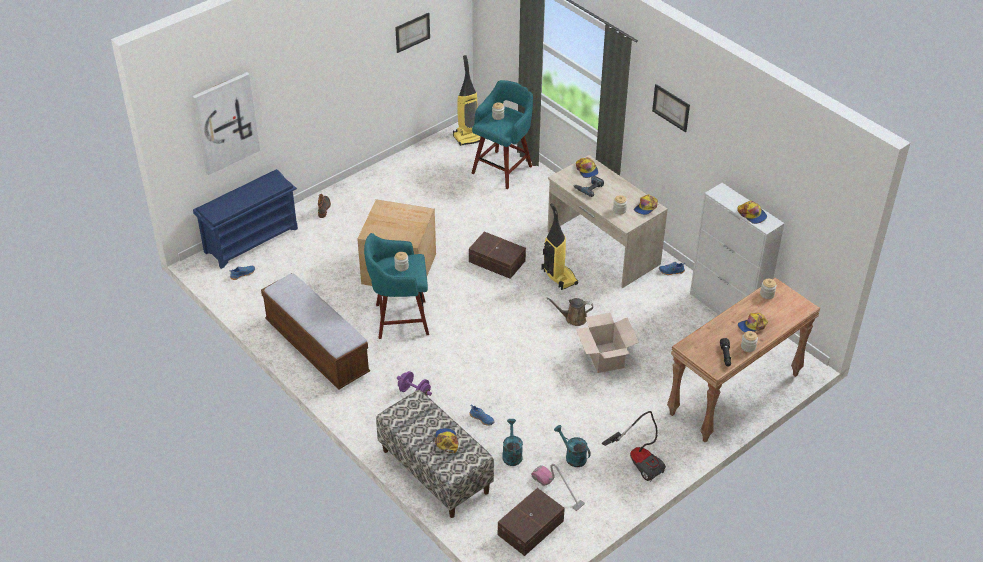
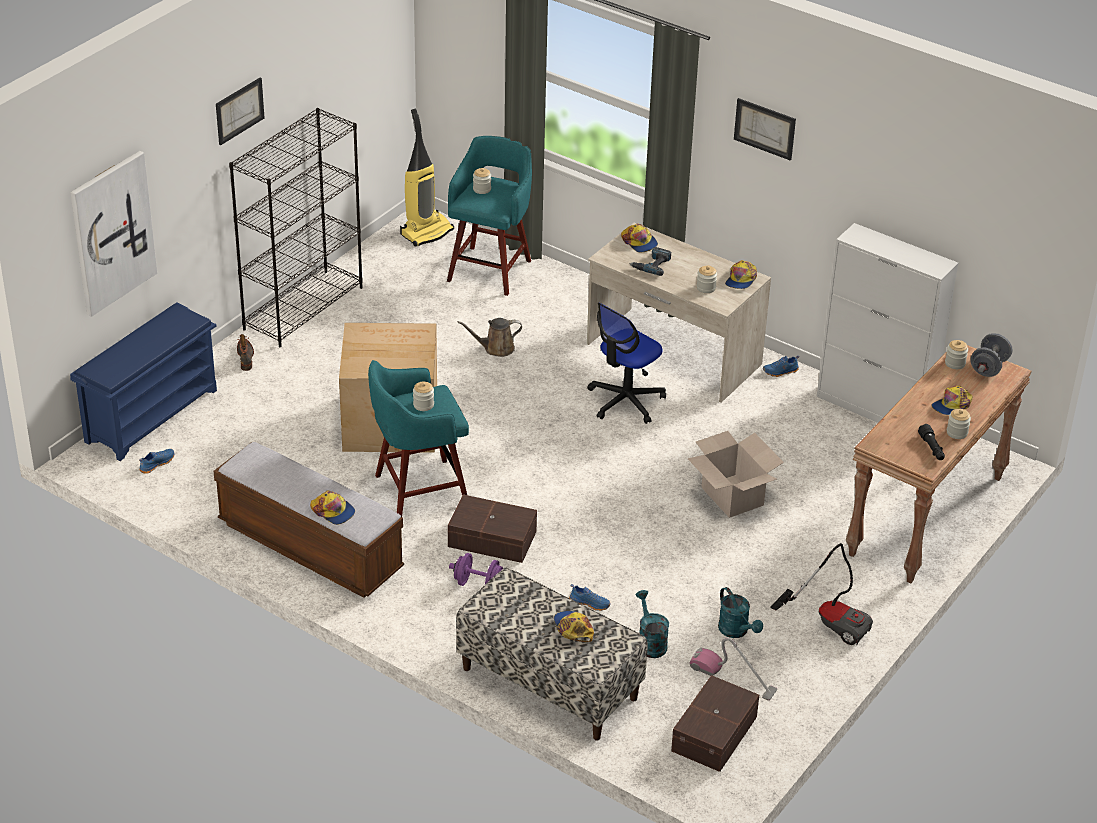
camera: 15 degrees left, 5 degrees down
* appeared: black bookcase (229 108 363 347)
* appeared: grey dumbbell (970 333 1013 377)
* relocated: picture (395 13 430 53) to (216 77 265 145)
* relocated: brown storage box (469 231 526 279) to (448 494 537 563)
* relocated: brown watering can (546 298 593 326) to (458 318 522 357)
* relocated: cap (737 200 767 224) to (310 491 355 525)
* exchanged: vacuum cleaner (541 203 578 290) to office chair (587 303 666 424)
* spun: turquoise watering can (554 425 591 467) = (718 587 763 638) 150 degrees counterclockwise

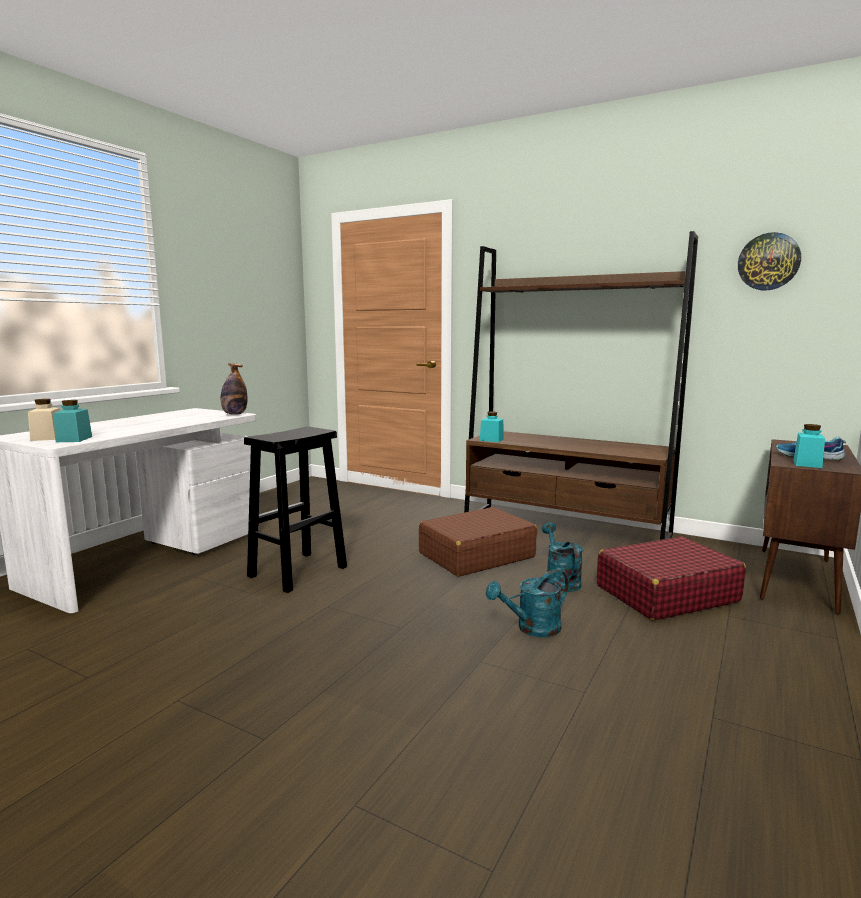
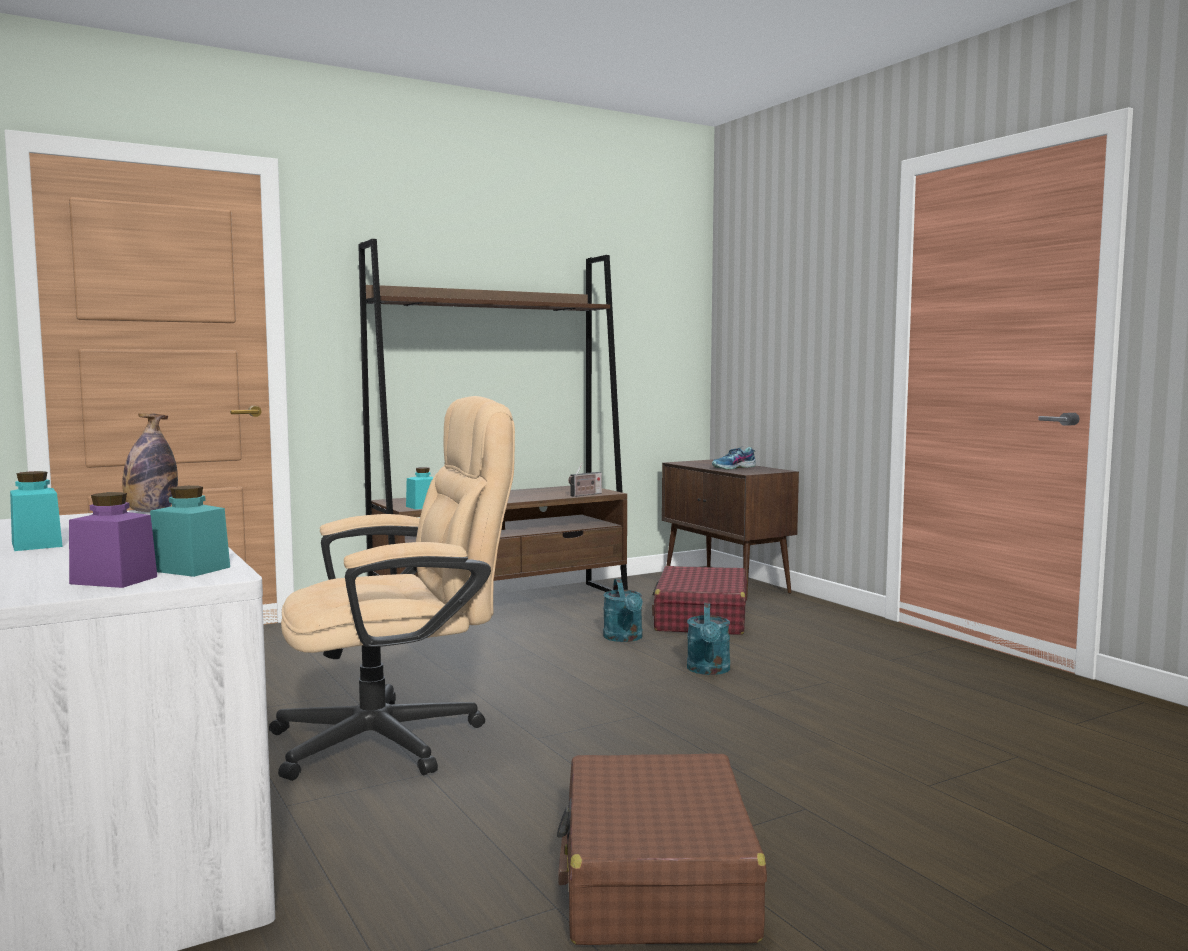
camera: 60 degrees left, 5 degrees down
* missing: wall clock (738 232 801 290)
* appeared: radio (568 462 602 497)
* relocated: brown suitcase (419 507 537 577) to (557 753 767 945)
* relocated: turquoise jar (793 424 825 468) to (10 471 63 551)
* exchanged: black stool (244 426 347 593) to beige office chair (269 396 515 781)
* colour: beige jar (28 399 60 441) to purple jar (69 492 157 588)
* spun: turquoise watering can (542 523 583 592) = (603 579 643 642) 120 degrees counterclockwise

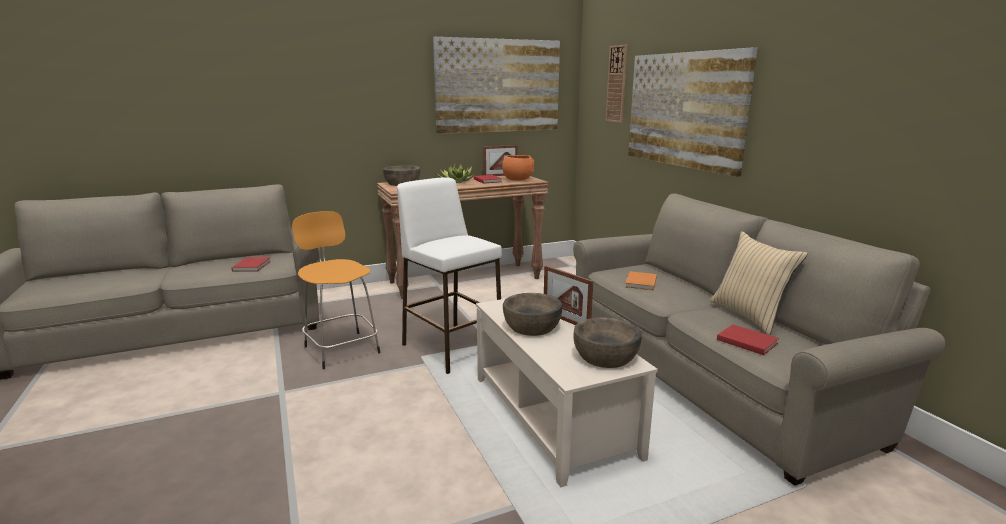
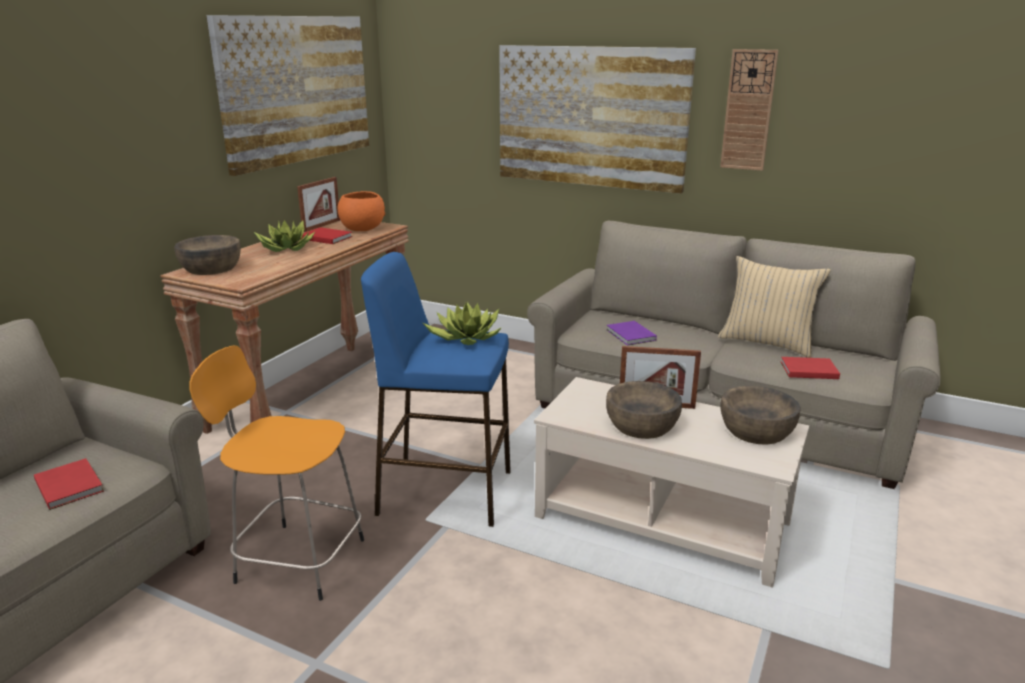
camera: 40 degrees left, 5 degrees up
* appeared: potted plant (423 302 502 345)
* relocated: wall clock (606 45 628 123) to (720 49 779 171)
* colour: white stool (397 177 502 374) to blue stool (361 252 511 527)
* colour: orange book (625 271 657 290) to purple book (606 321 657 345)

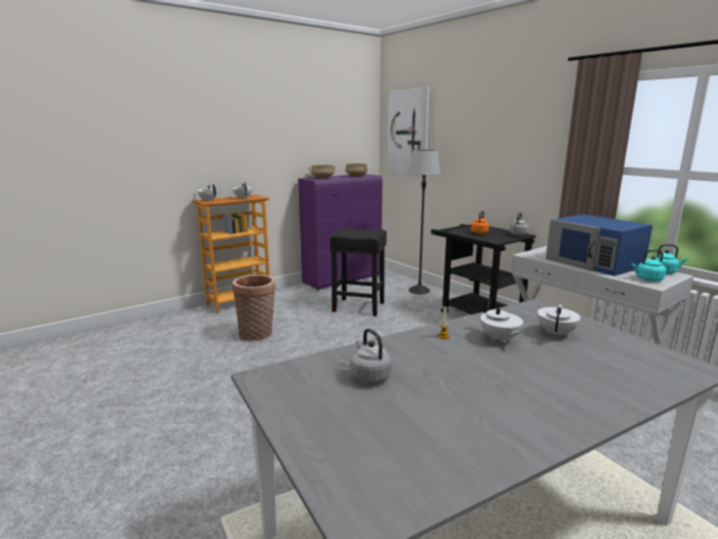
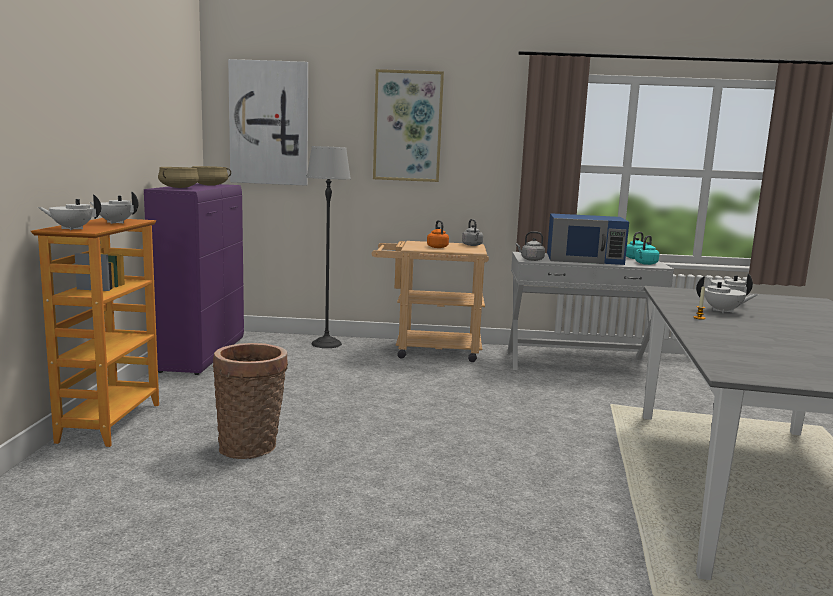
camera: 50 degrees left, 5 degrees down
* missing: black stool (330 228 387 316)
* appeared: picture (373 69 444 182)
* relocated: grey kettle (351 328 392 384) to (516 232 545 261)
* colour: black cart (431 224 536 314) to beige cart (372 241 489 362)

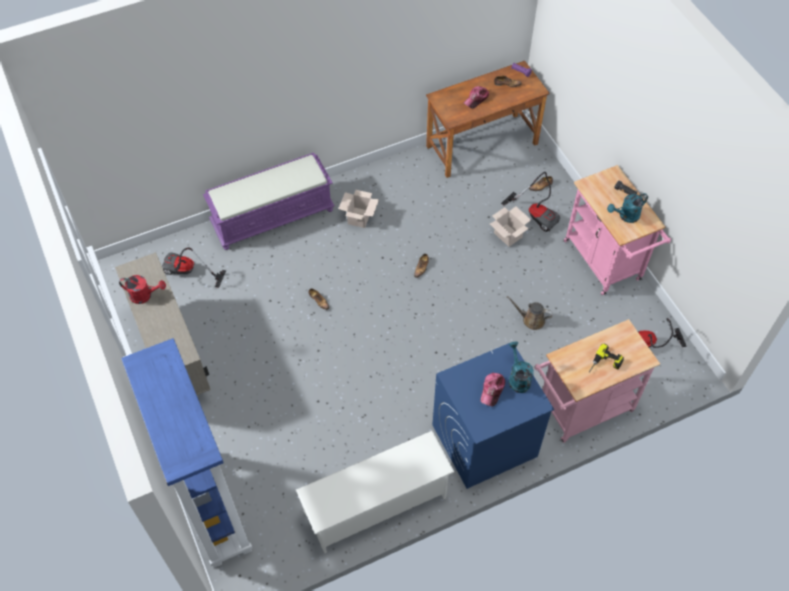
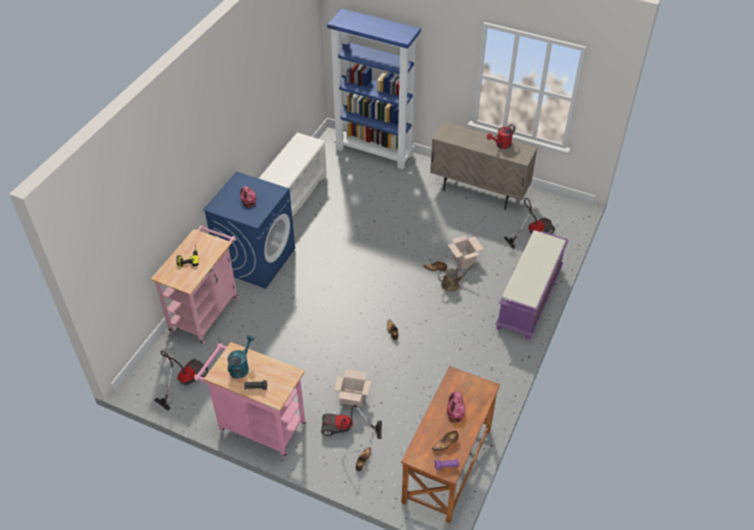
camera: 140 degrees right, 10 degrees down
* missing: turquoise watering can (509 341 534 393)
* relocated: cardboard box (339 190 379 228) to (448 235 484 268)
* relocated: brown watering can (507 296 553 330) to (438 263 476 292)

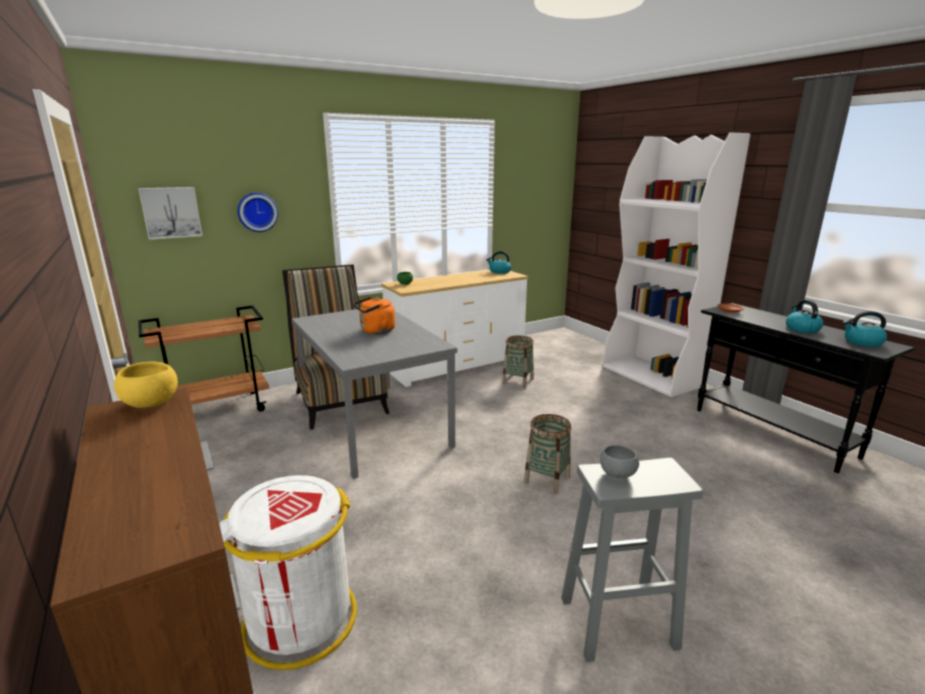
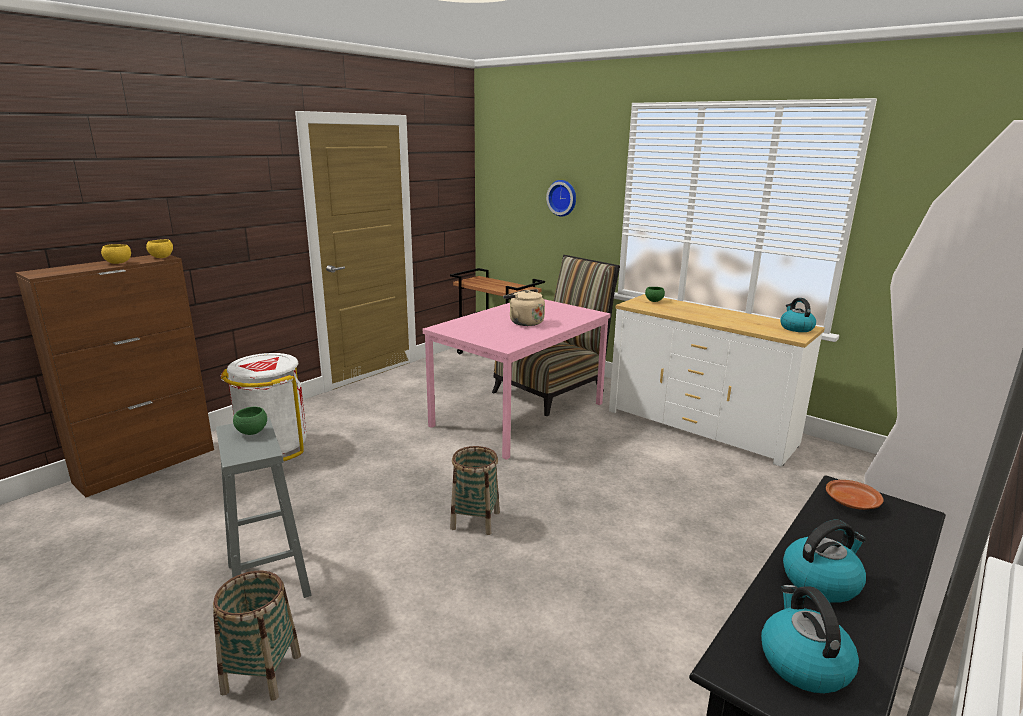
camera: 70 degrees right, 0 degrees up
* missing: picture (138 187 202 240)
* appeared: yellow bowl (101 244 131 264)
* relocated: basket (502 336 534 388) to (213 571 301 701)
* colour: grey dining table (292 309 457 479) to pink dining table (423 299 611 460)
* colour: orange kettle (353 297 395 334) to beige kettle (503 289 545 326)
* colour: grey bowl (600 445 639 478) to green bowl (233 407 267 435)

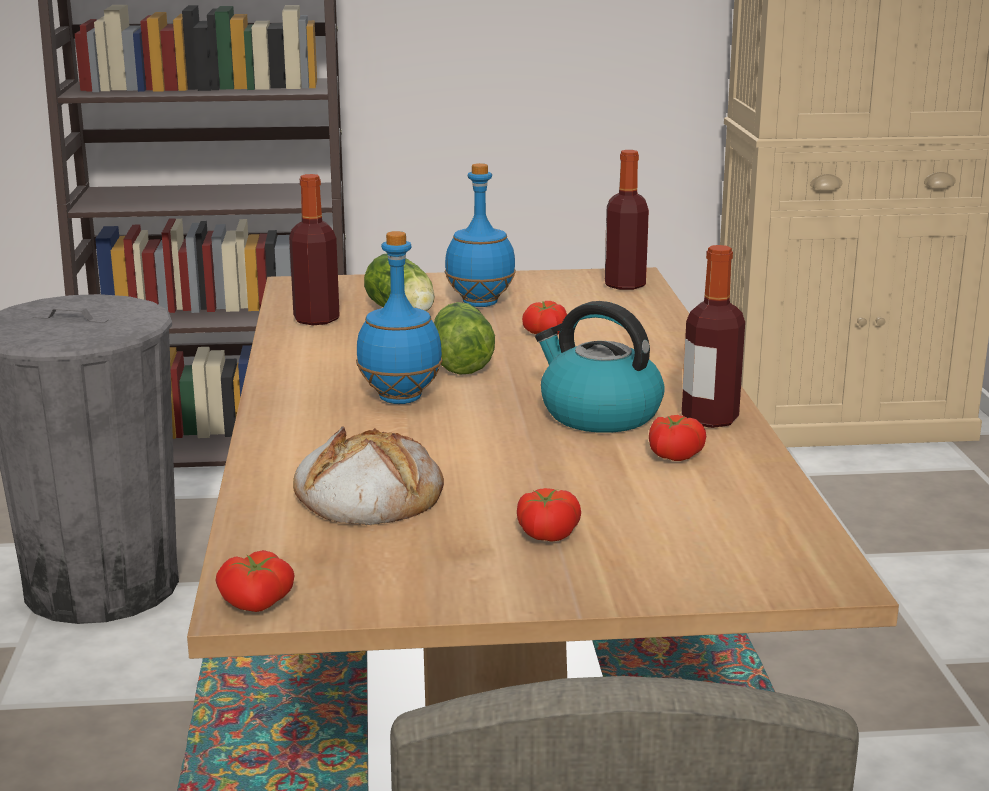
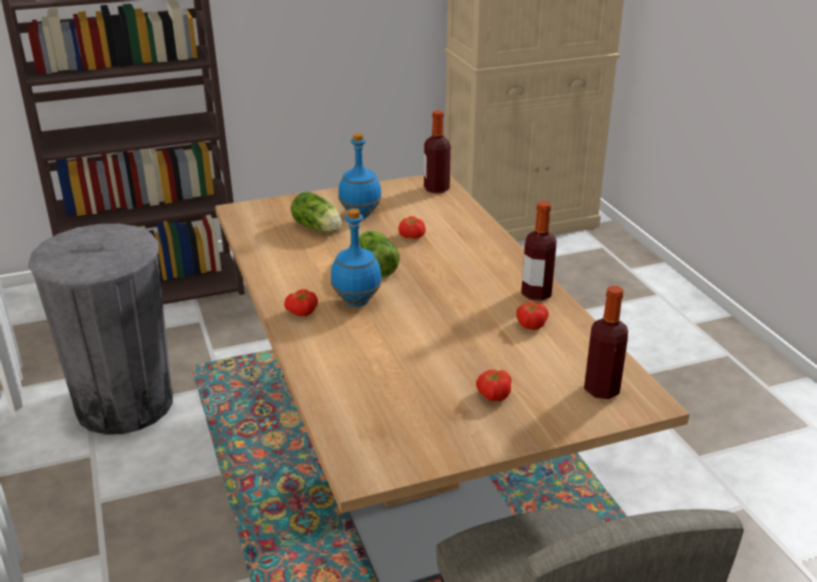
camera: 15 degrees left, 10 degrees up
* missing: bread (293 426 444 525)
* missing: kettle (535 301 665 433)
* relocated: tomato (215 550 295 612) to (284 289 318 316)
* relocated: bottle (289 174 340 325) to (584 285 628 399)

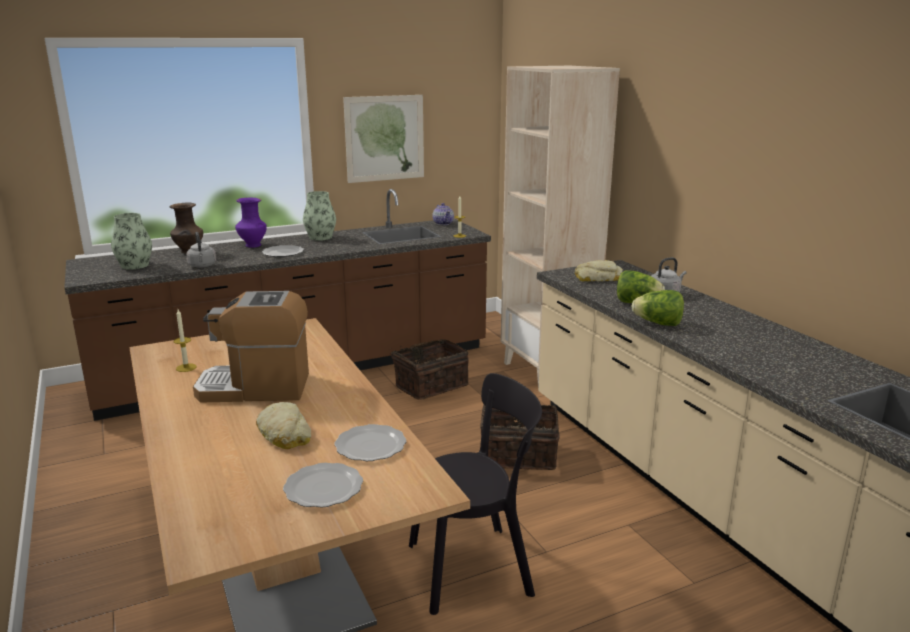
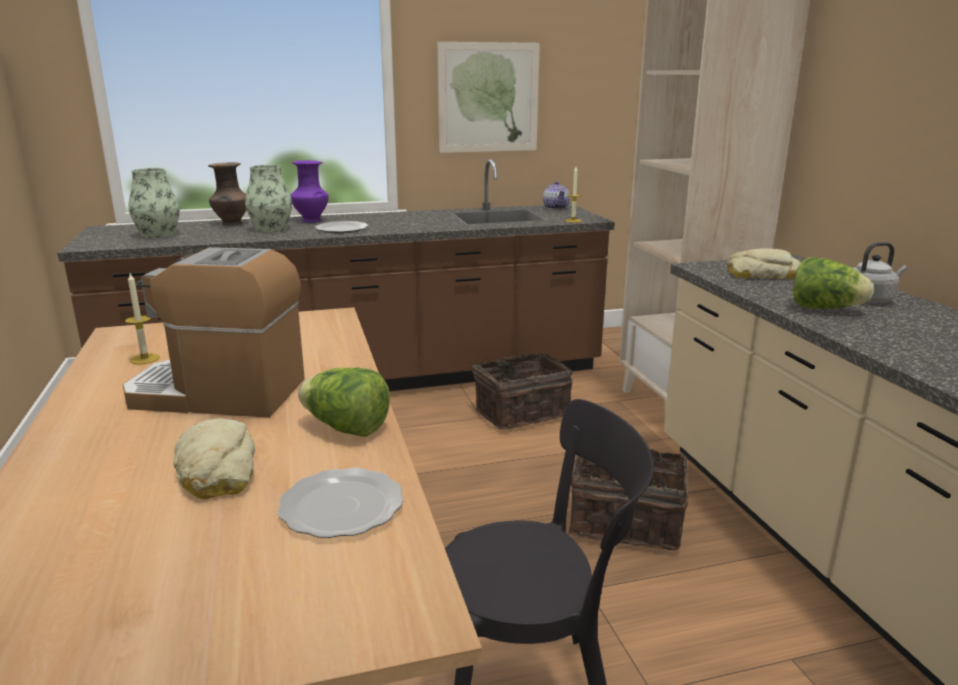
camera: 10 degrees right, 0 degrees up
* missing: grey kettle (187 232 216 268)
* missing: plate (283 463 363 508)
* relocated: vase (303 191 336 241) to (245 165 292 232)
* relocated: lettuce (632 290 684 326) to (298 368 390 437)

